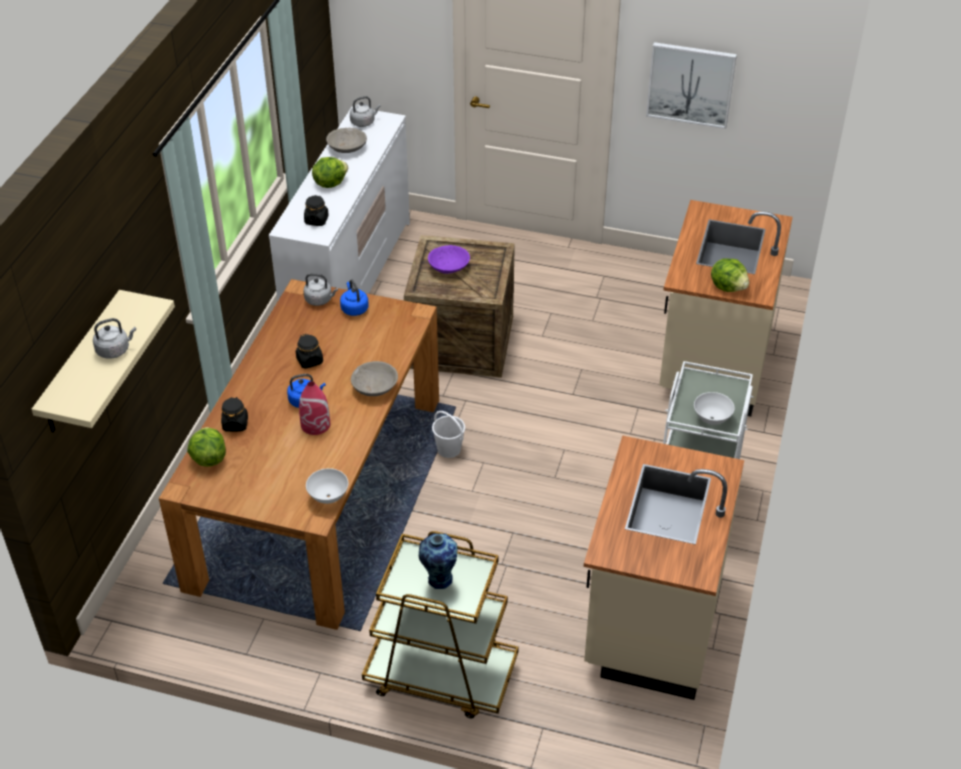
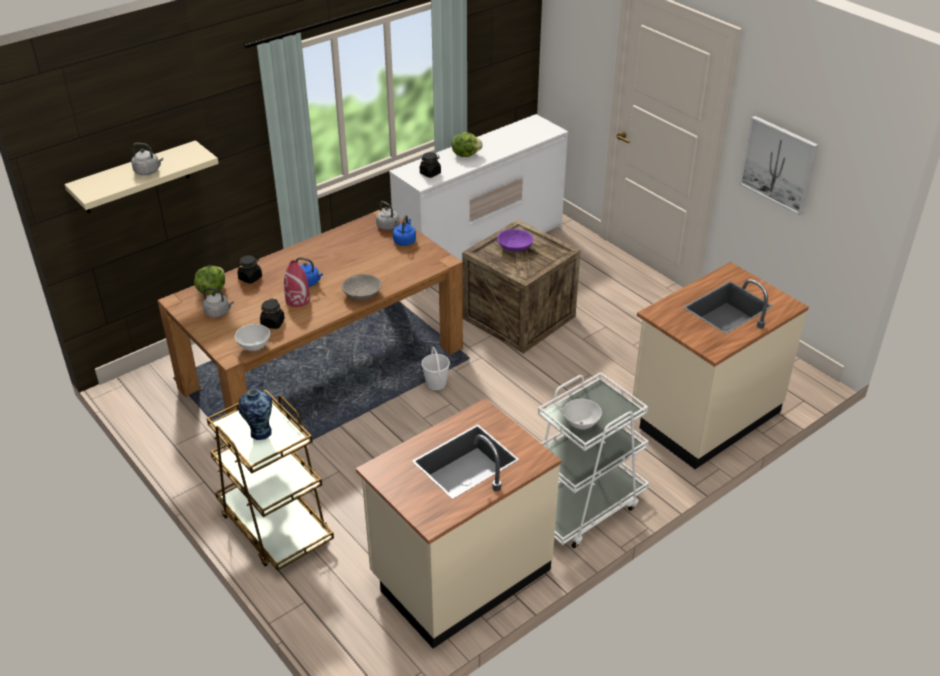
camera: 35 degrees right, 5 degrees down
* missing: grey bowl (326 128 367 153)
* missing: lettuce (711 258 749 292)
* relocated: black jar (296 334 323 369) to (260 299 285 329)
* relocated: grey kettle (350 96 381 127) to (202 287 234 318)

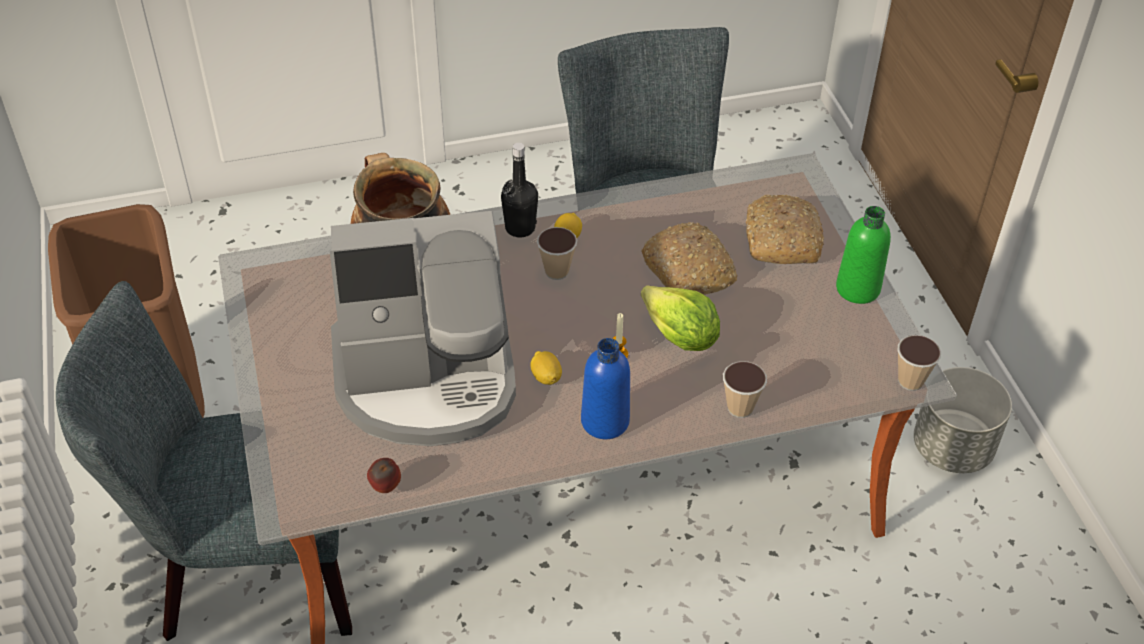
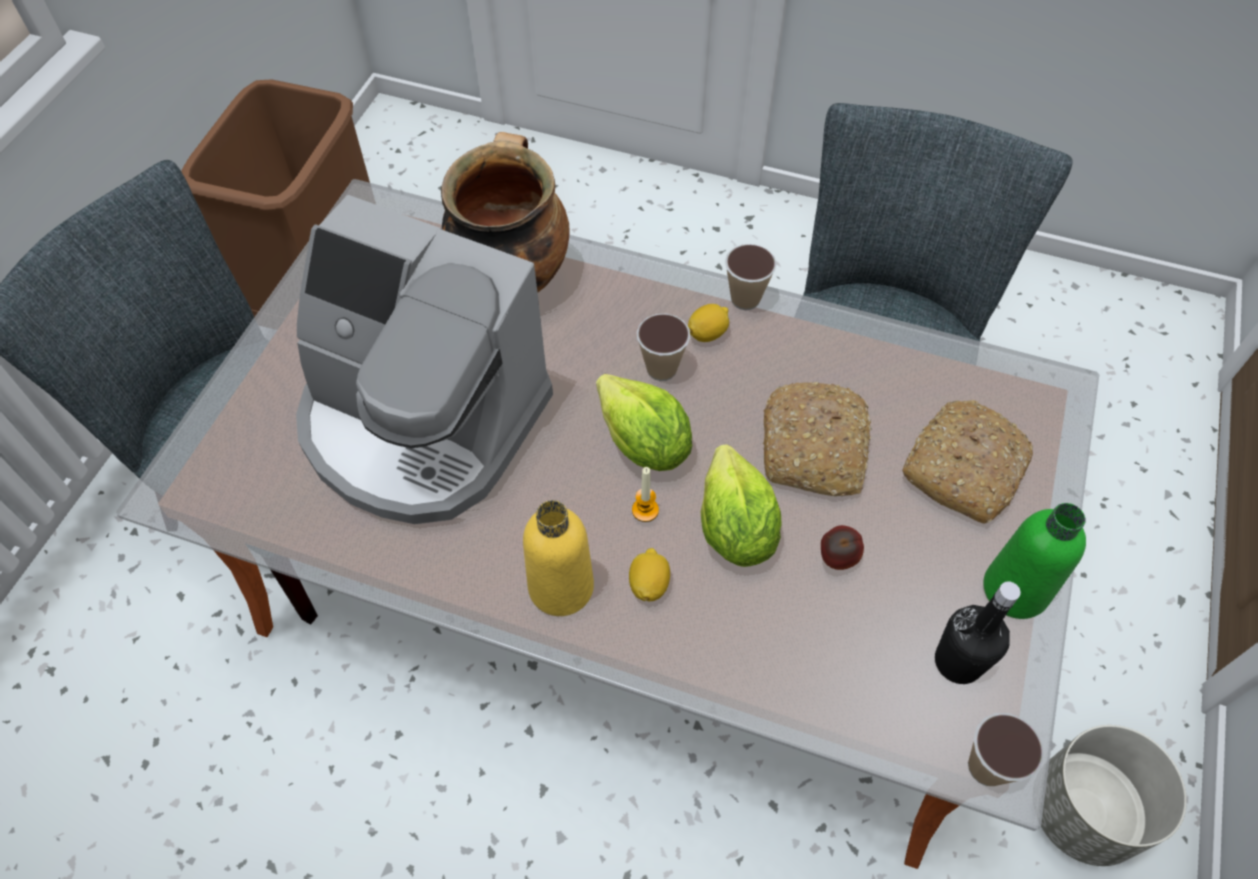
camera: 35 degrees right, 10 degrees up
* appeared: lettuce (596 374 692 471)
* relocated: apple (367 458 401 493) to (821 525 864 570)
* relocated: black bottle (501 143 538 238) to (935 581 1021 684)
* relocated: lemon (531 351 562 385) to (629 548 670 602)
* relocated: cup (723 361 767 418) to (725 244 777 310)
* colour: blue bottle (581 338 630 439) to yellow bottle (523 500 594 616)

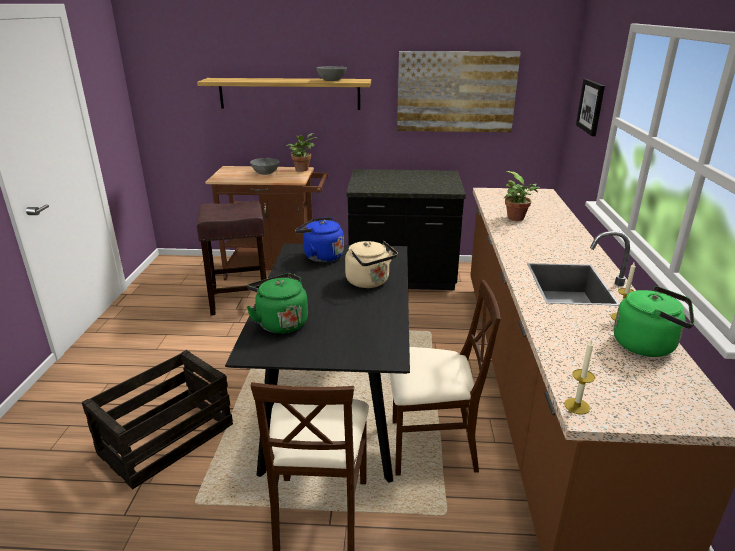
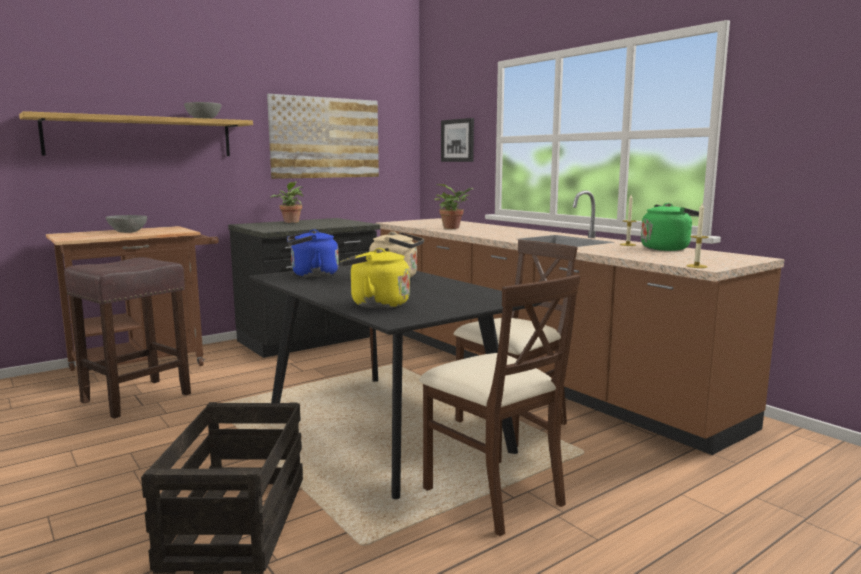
camera: 40 degrees left, 15 degrees down
* relocated: potted plant (286 133 317 172) to (271 181 303 223)
* colour: green kettle (247 273 308 334) to yellow kettle (340 248 410 309)

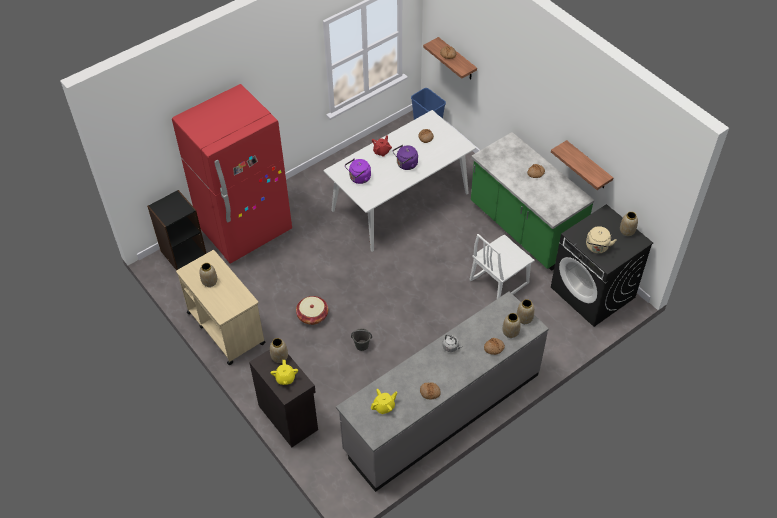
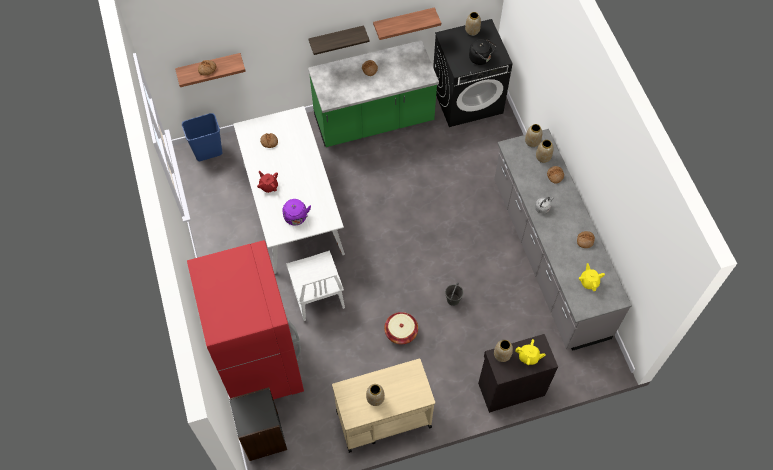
camera: 70 degrees left, 10 degrees up
* missing: purple kettle (393 145 418 170)
* appeared: shelf (309 25 370 55)
* relocated: white chair (470 234 535 299) to (286 251 345 321)
* colour: beige kettle (586 226 617 253) to black kettle (469 39 496 65)

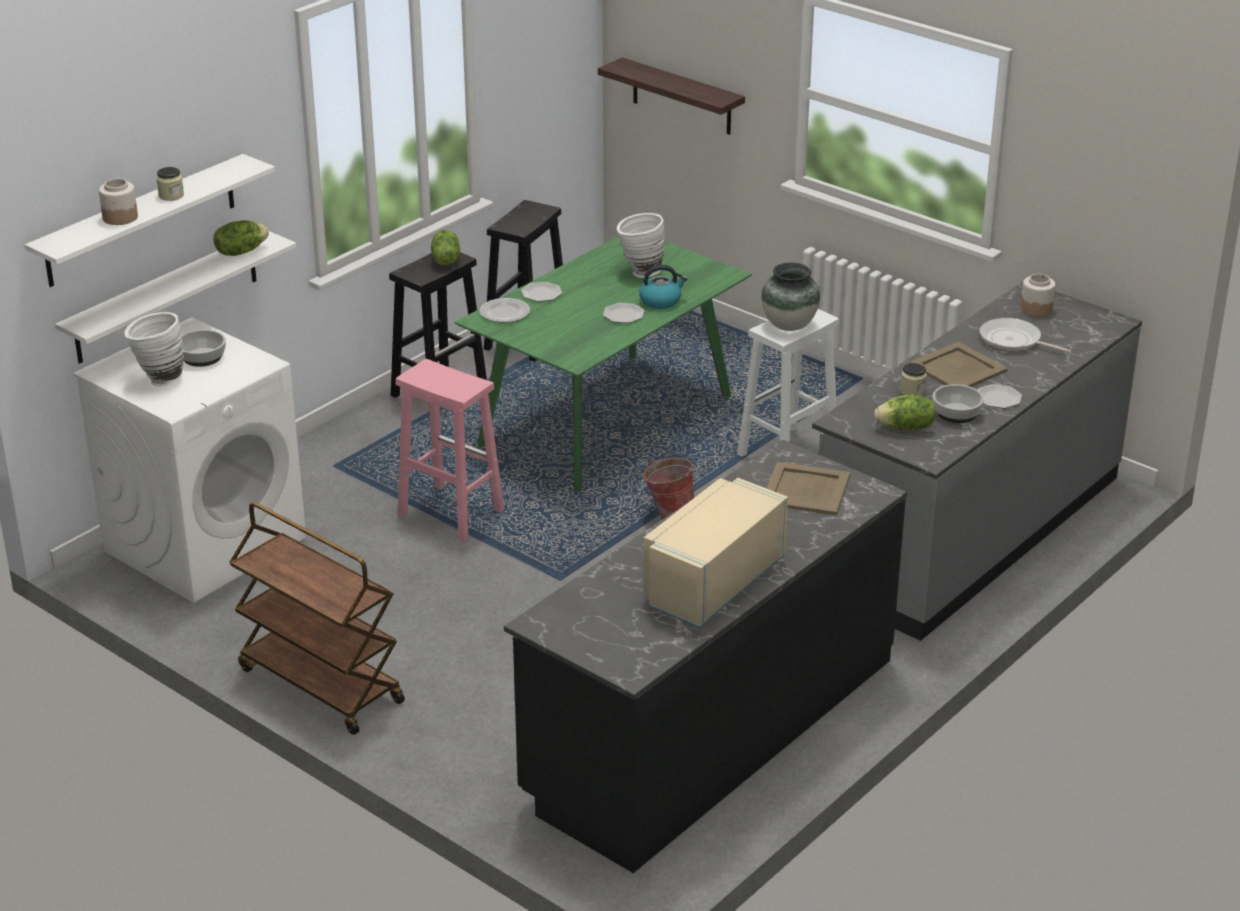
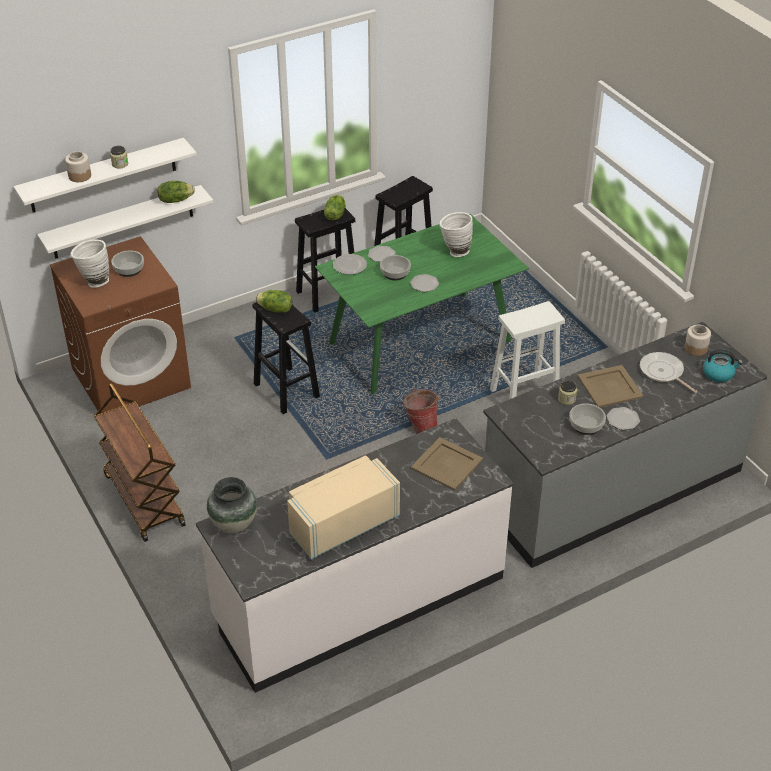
camera: 20 degrees right, 10 degrees up
* missing: shelf (598 58 745 135)
* appeared: bowl (380 255 411 280)
* relocated: kettle (639 265 687 309) to (703 349 743 382)
* relocated: vase (761 262 820 331) to (207 477 257 533)
* relocated: lettuce (874 394 935 431) to (255 290 292 313)
* colour: white washing machine (73 317 306 603) to brown washing machine (50 236 191 414)
* colour: pink stool (395 359 505 541) to black stool (253 302 320 414)
* colour: black counter (504 439 907 873) to white counter (196 418 514 693)

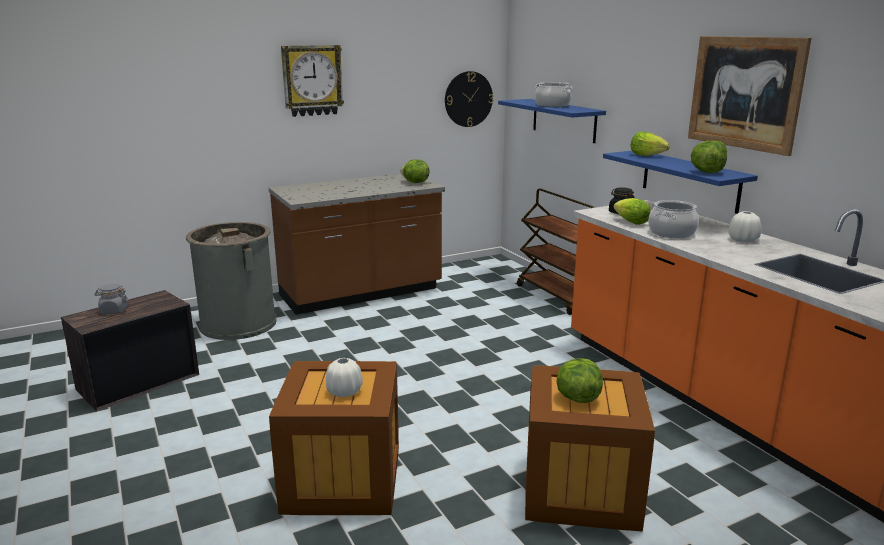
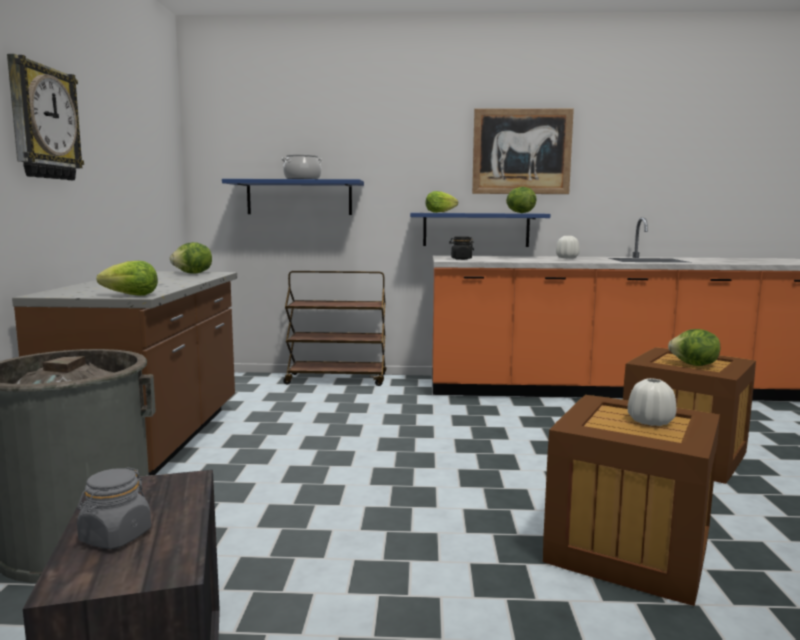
camera: 60 degrees left, 10 degrees down
* missing: wall clock (445 71 493 127)
* missing: cooking pot (648 200 699 238)
* relocated: lettuce (613 198 650 225) to (96 261 158 296)

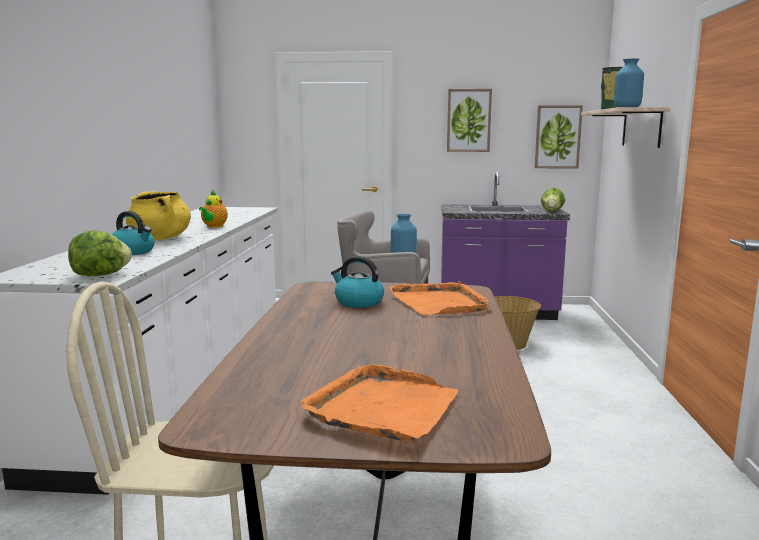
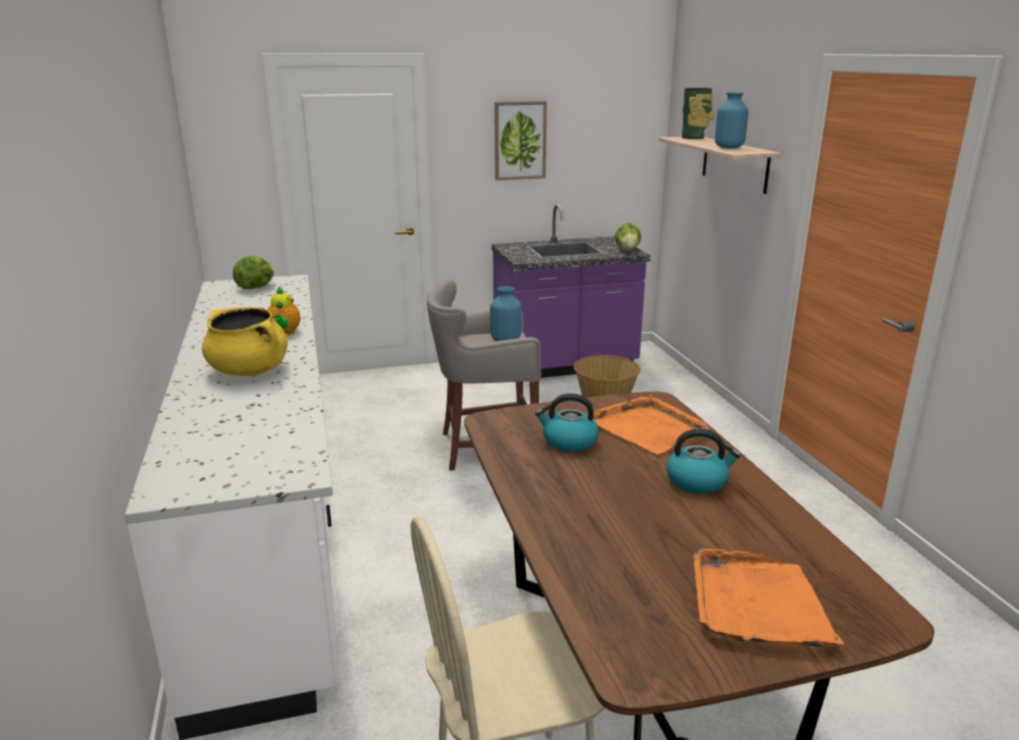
camera: 20 degrees left, 10 degrees up
* missing: picture (535 105 583 169)
* relocated: lettuce (68 230 132 276) to (233 256 274 289)
* relocated: kettle (112 211 155 255) to (666 429 741 494)

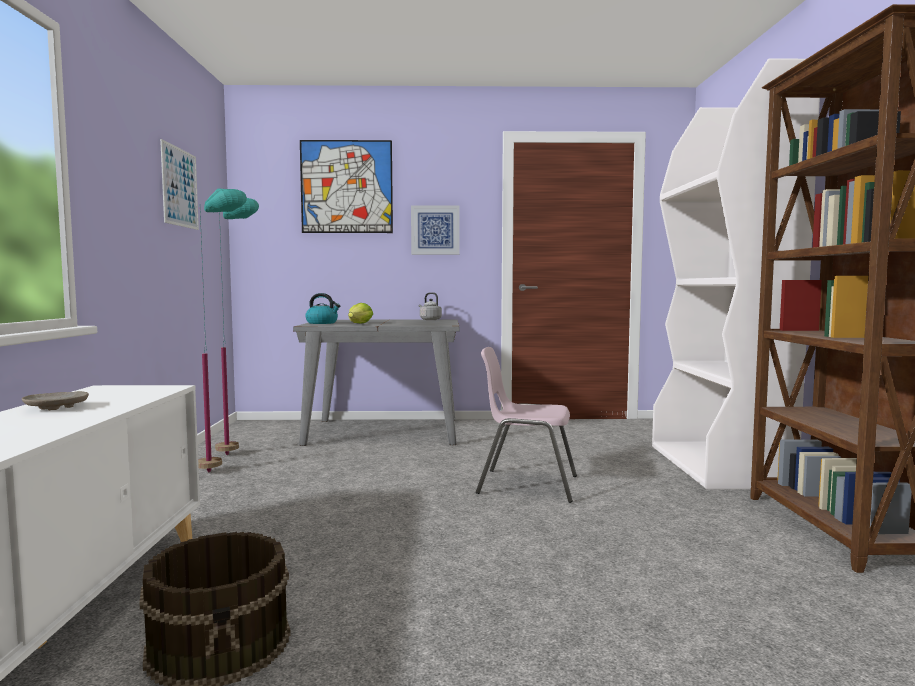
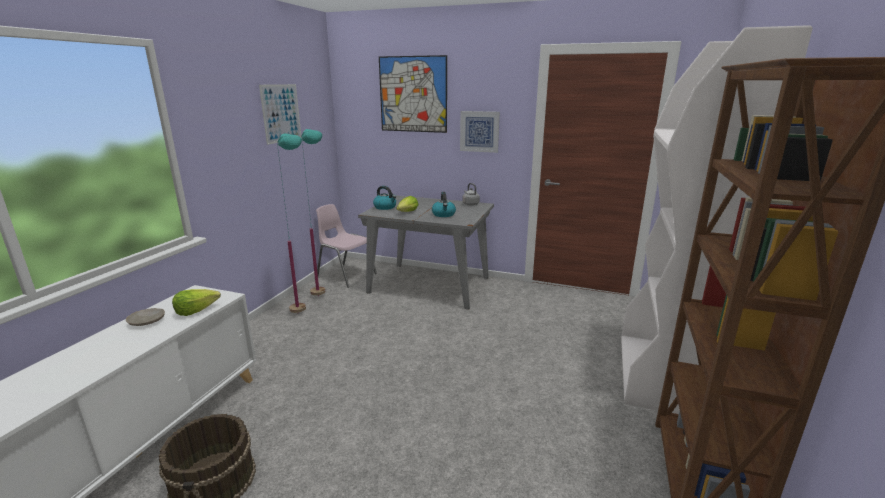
camera: 20 degrees right, 15 degrees up
* appeared: lettuce (172 289 221 316)
* appeared: kettle (432 192 456 217)
* relocated: pink chair (476 347 577 503) to (316 204 377 288)

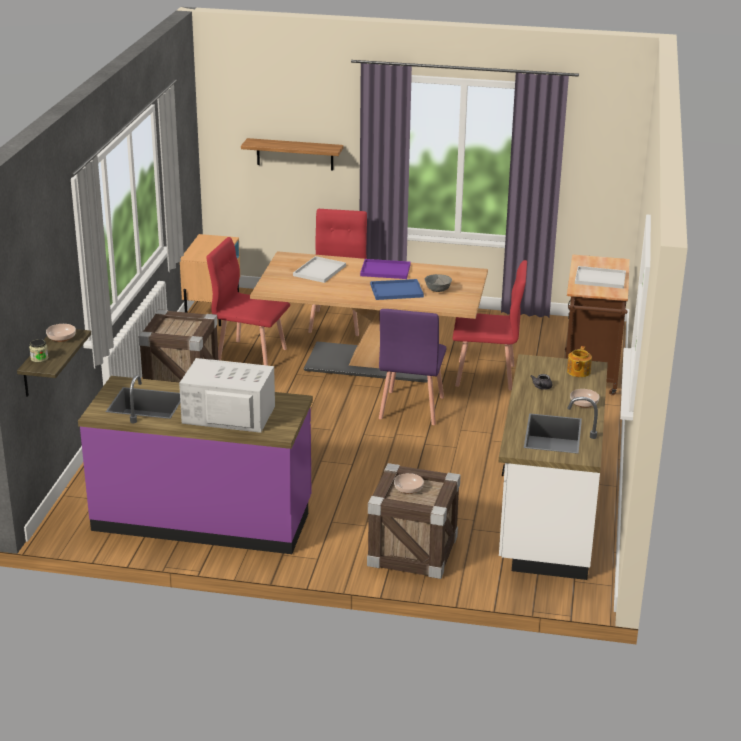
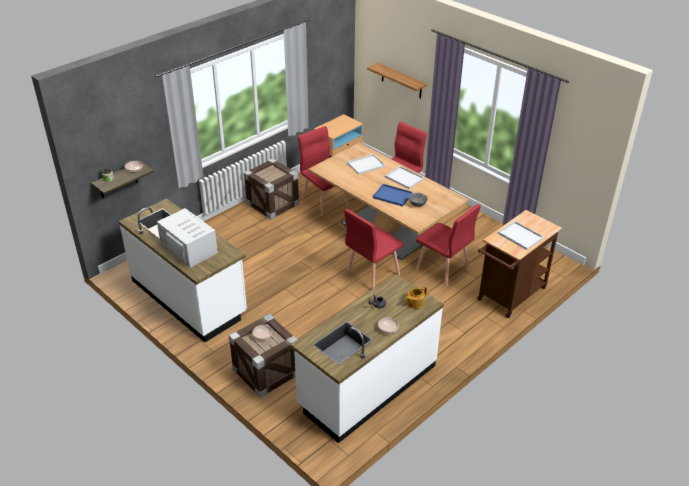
camera: 35 degrees right, 10 degrees up
* colour: purple counter (78 375 313 554) to white counter (119 198 247 342)
* colour: purple tray (360 259 411 279) to white tray (385 166 424 189)
* colour: purple chair (379 309 446 425) to red chair (344 209 404 289)

